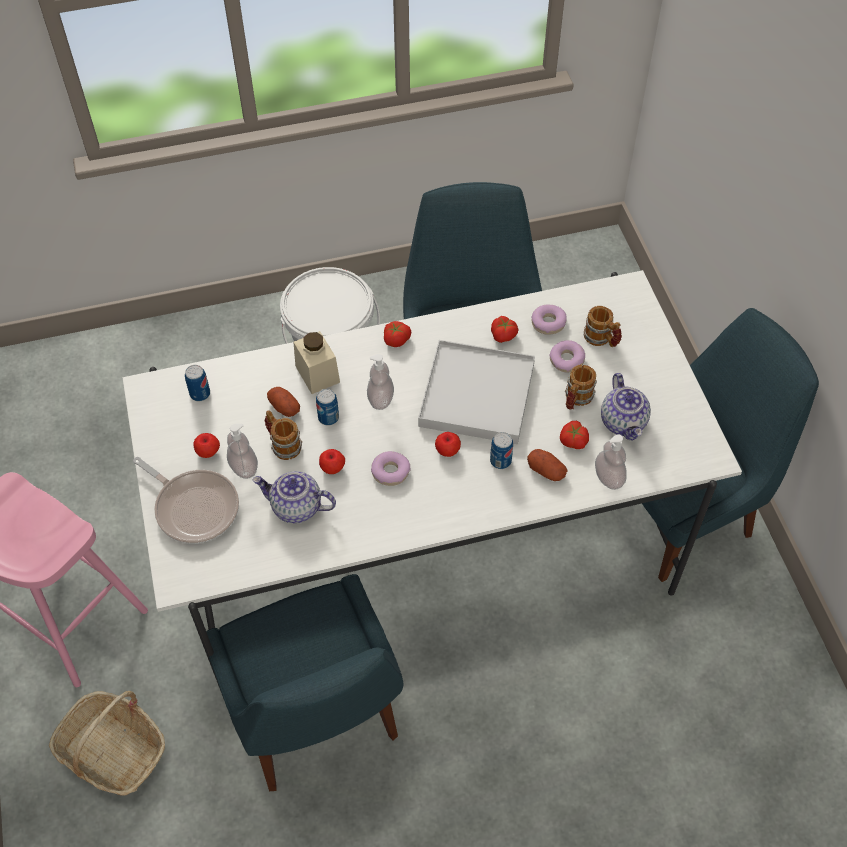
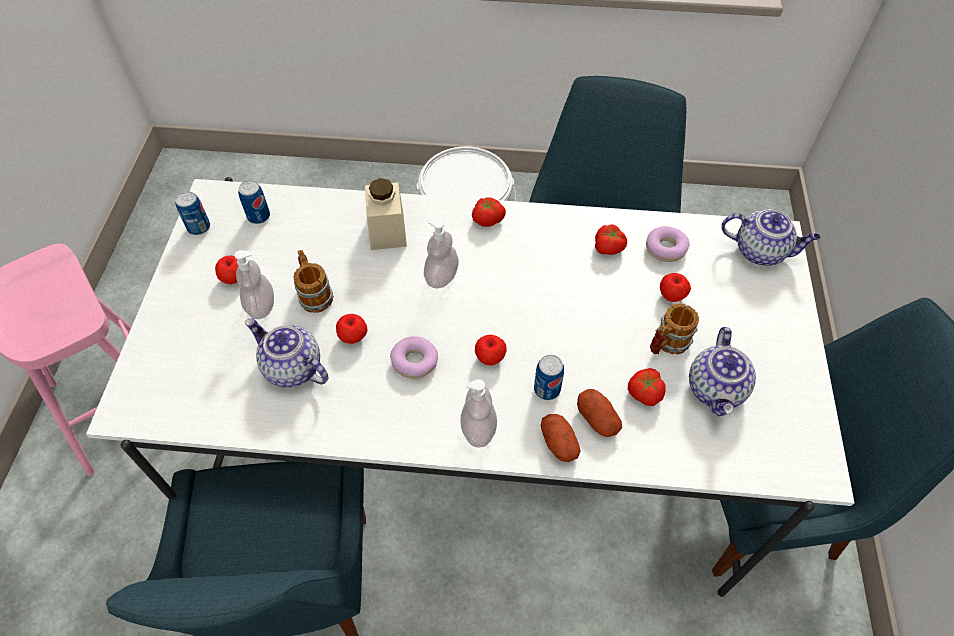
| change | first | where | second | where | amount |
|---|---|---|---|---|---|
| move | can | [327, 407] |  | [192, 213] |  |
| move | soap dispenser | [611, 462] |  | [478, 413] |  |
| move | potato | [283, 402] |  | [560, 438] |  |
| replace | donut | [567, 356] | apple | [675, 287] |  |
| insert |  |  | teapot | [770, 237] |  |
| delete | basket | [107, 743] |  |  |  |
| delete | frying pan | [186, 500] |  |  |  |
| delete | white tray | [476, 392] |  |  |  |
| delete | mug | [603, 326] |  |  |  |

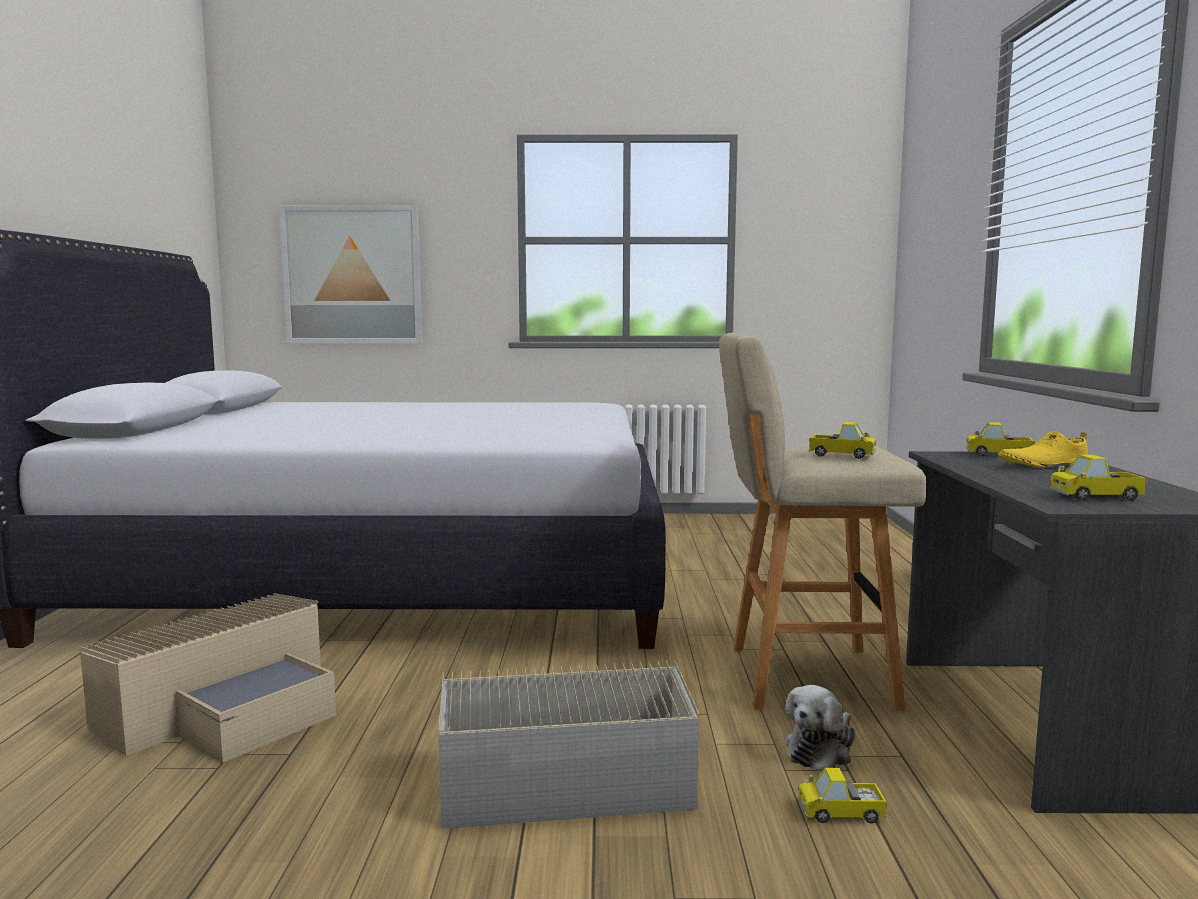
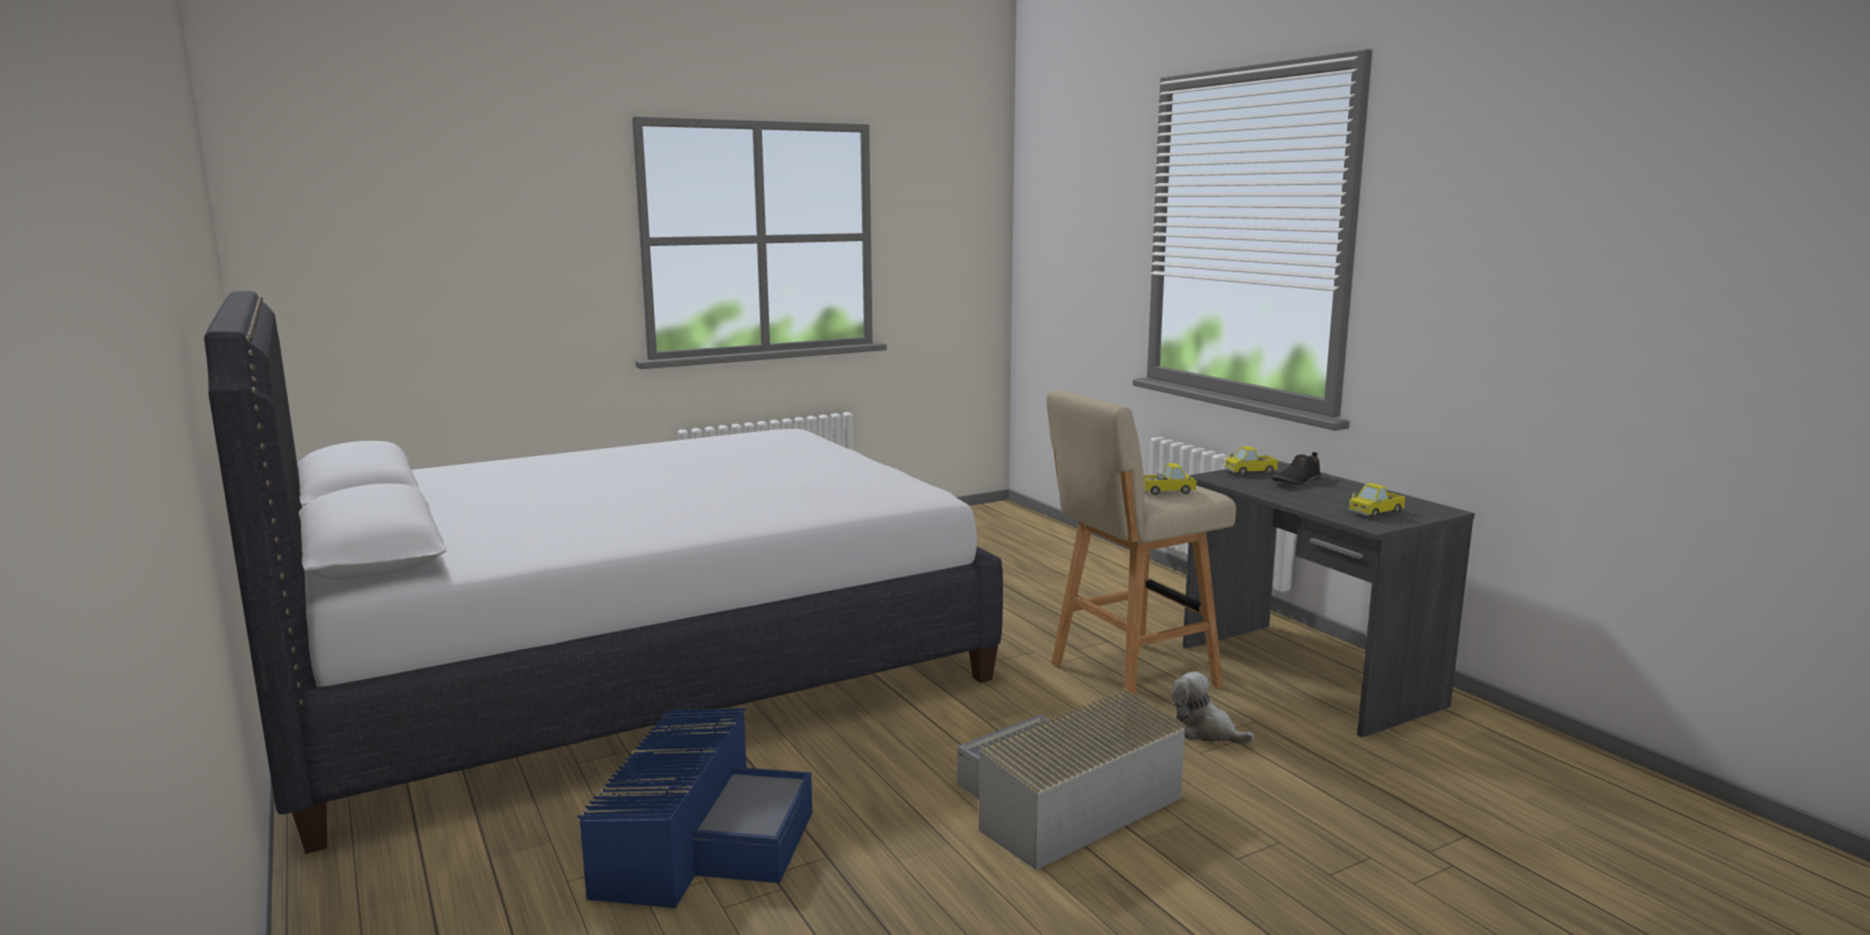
| change | first | where | second | where | amount |
|---|---|---|---|---|---|
| recolor | beige storage box | [207, 678] | blue storage box | [694, 808] |  |
| rotate | plush toy | [820, 728] |  | [1213, 708] | 120 degrees clockwise |
| recolor | yellow shoe | [1043, 449] | black shoe | [1296, 468] |  |
| delete | picture | [350, 274] |  |  |  |
| delete | toy truck | [843, 796] |  |  |  |

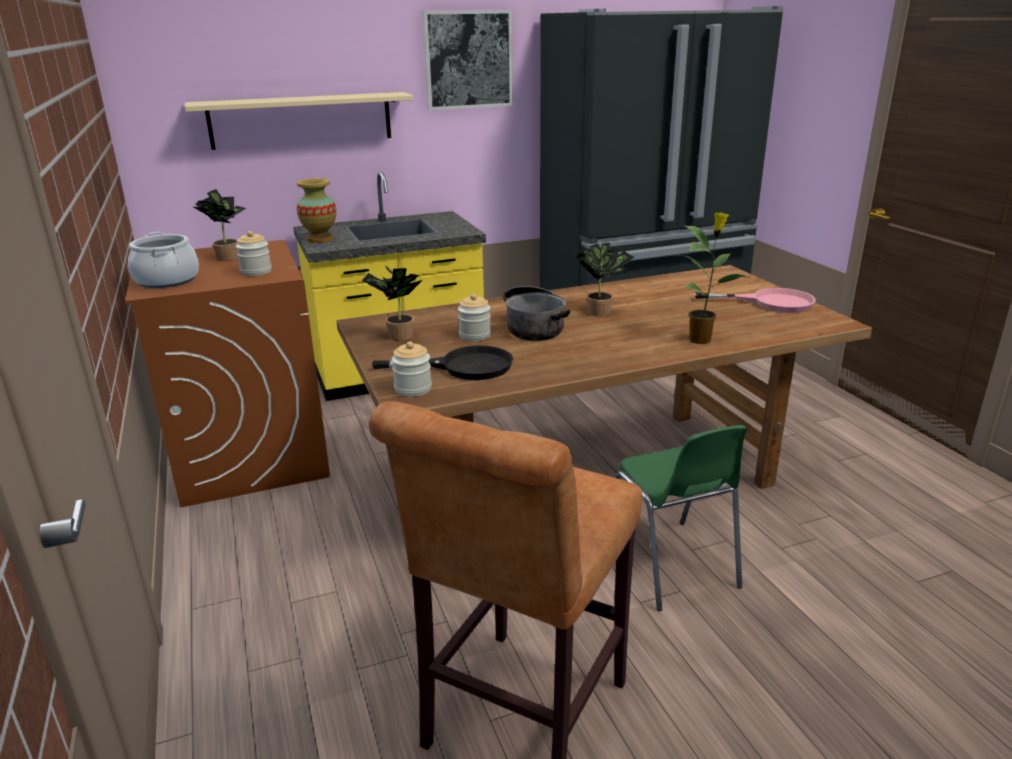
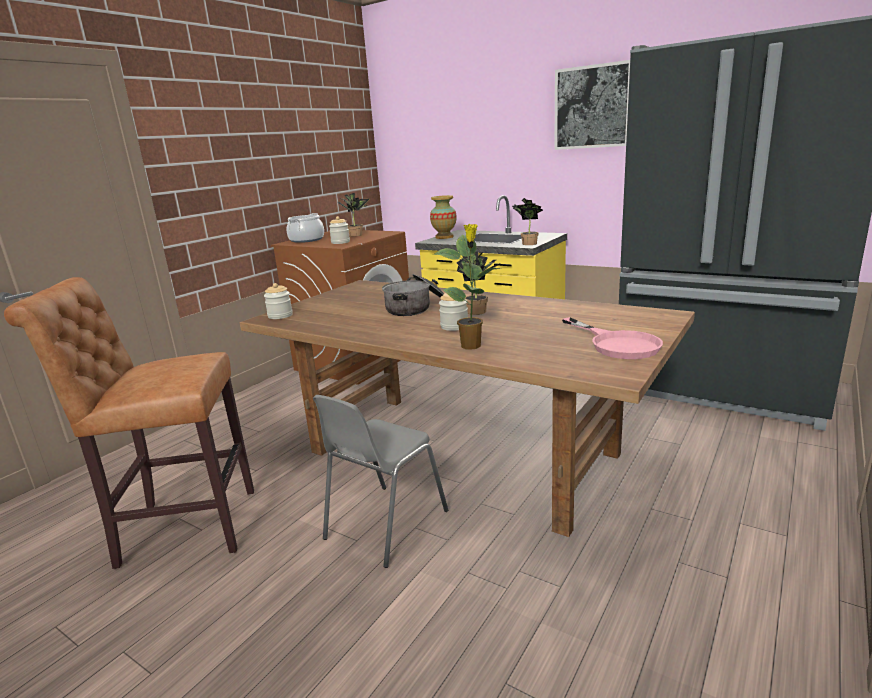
| change | first | where | second | where | amount |
|---|---|---|---|---|---|
| recolor | green chair | [681, 518] | grey chair | [380, 481] |  |
| move | jar | [474, 317] |  | [453, 312] |  |
| move | potted plant | [392, 302] |  | [527, 221] |  |
| delete | beige shelf | [299, 121] |  |  |  |
| delete | black frying pan | [442, 362] |  |  |  |

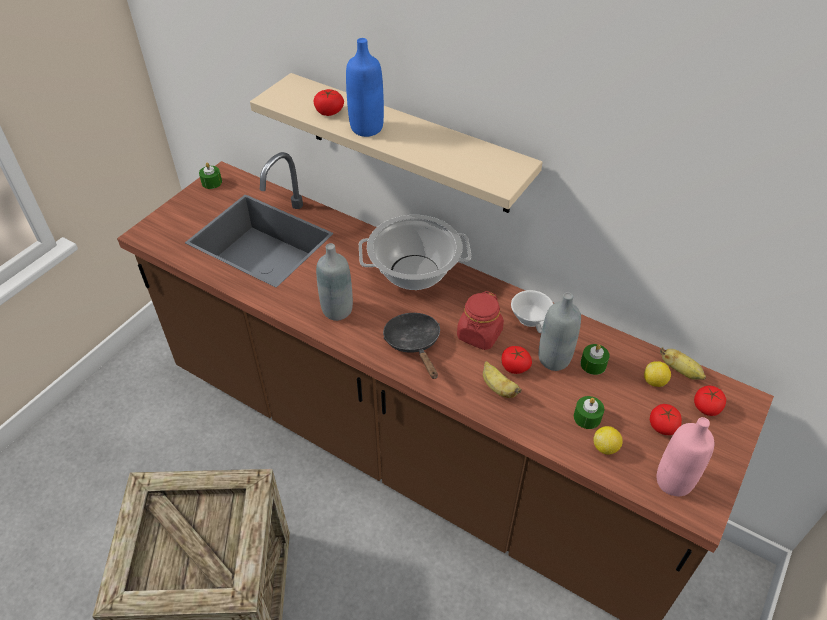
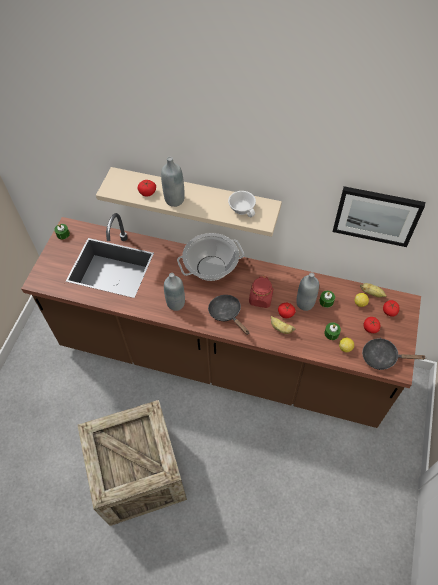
| change | first | where | second | where | amount |
|---|---|---|---|---|---|
| recolor | blue bottle | [365, 87] | grey bottle | [173, 182] |  |
| move | white cup | [532, 311] |  | [242, 204] |  |
| insert |  |  | picture | [379, 216] |  |
| replace | pink bottle | [685, 456] | black frying pan | [394, 354] |  |

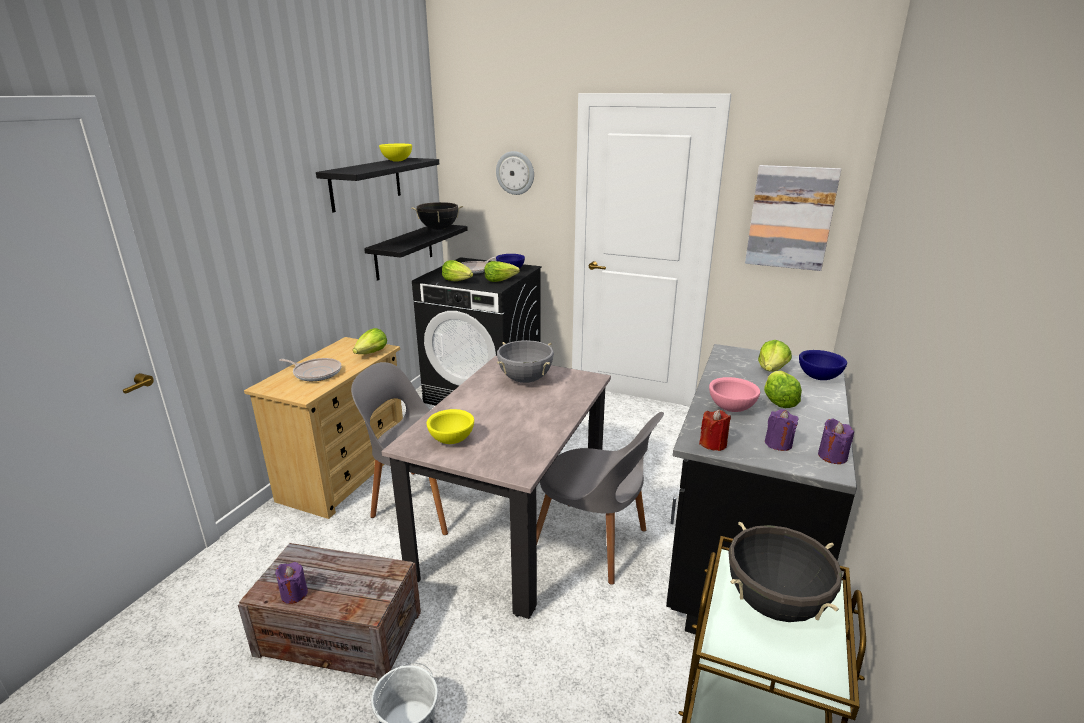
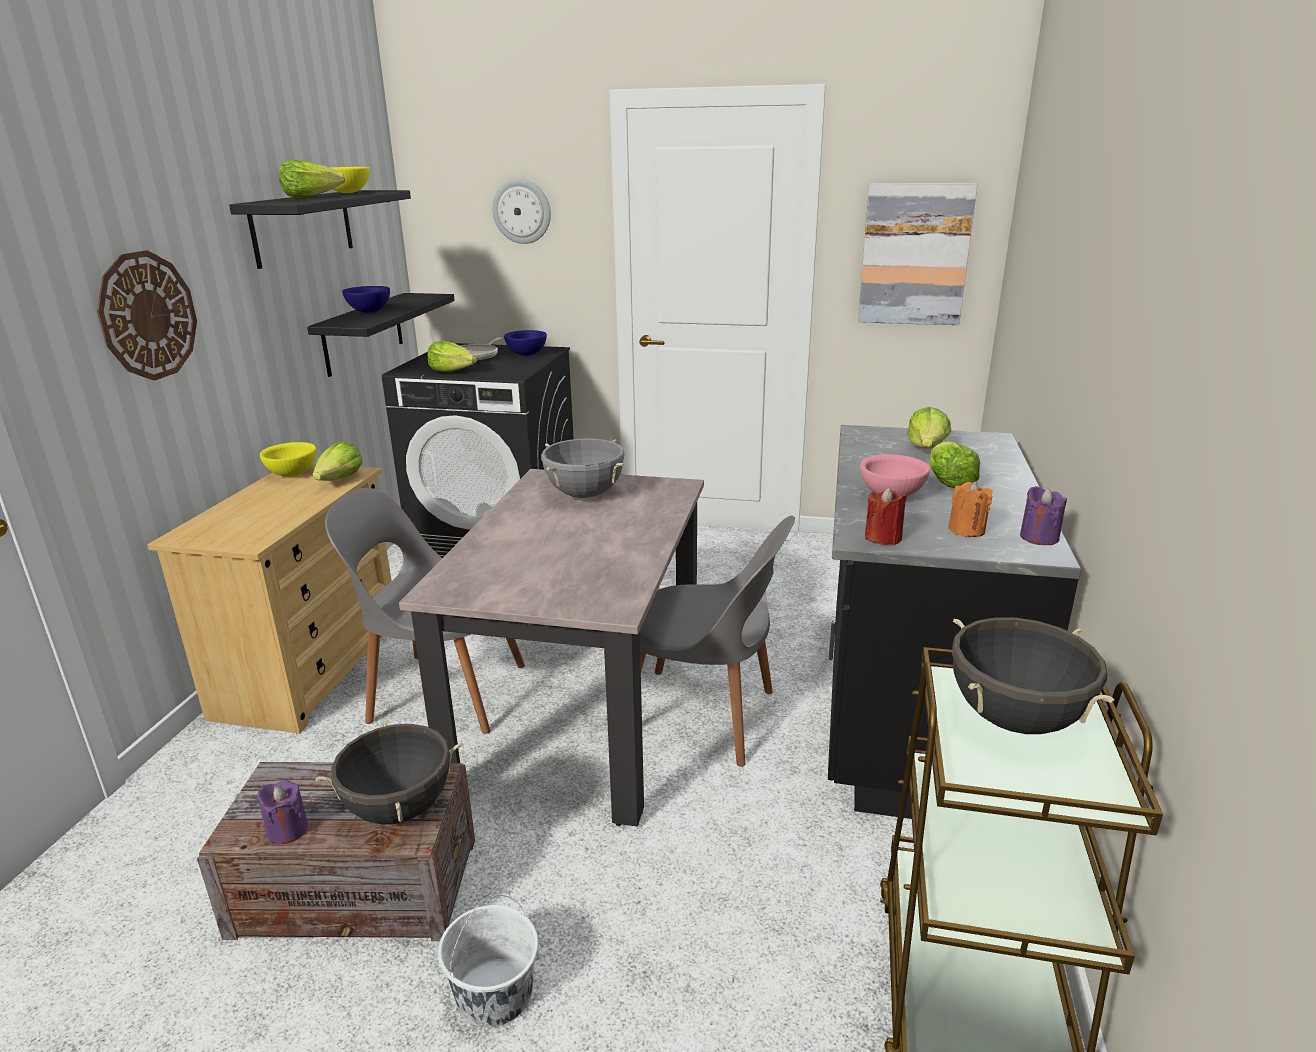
| change | first | where | second | where | amount |
|---|---|---|---|---|---|
| insert |  |  | wall clock | [147, 315] |  |
| move | yellow bowl | [450, 426] |  | [288, 459] |  |
| move | lettuce | [502, 271] |  | [312, 179] |  |
| move | black cooking pot | [437, 216] |  | [389, 772] |  |
| move | blue bowl | [823, 365] |  | [366, 299] |  |
| recolor | purple candle | [782, 430] | orange candle | [970, 509] |  |
| delete | frying pan | [310, 369] |  |  |  |

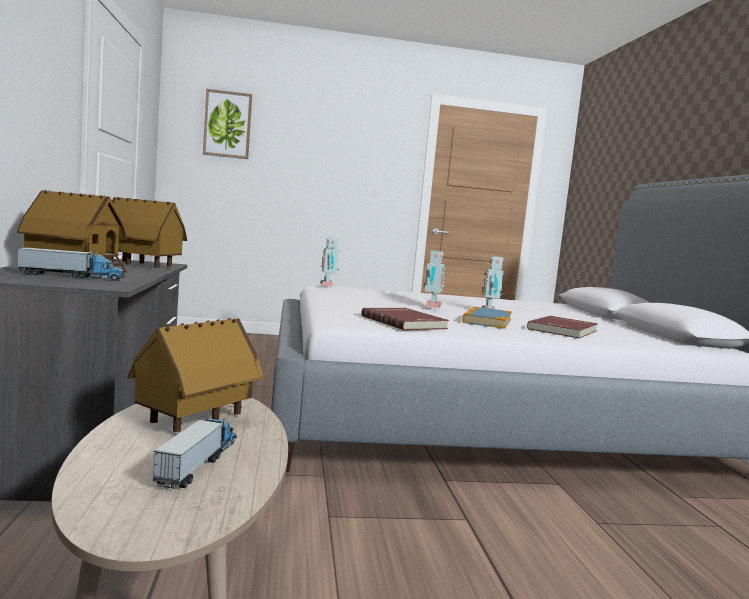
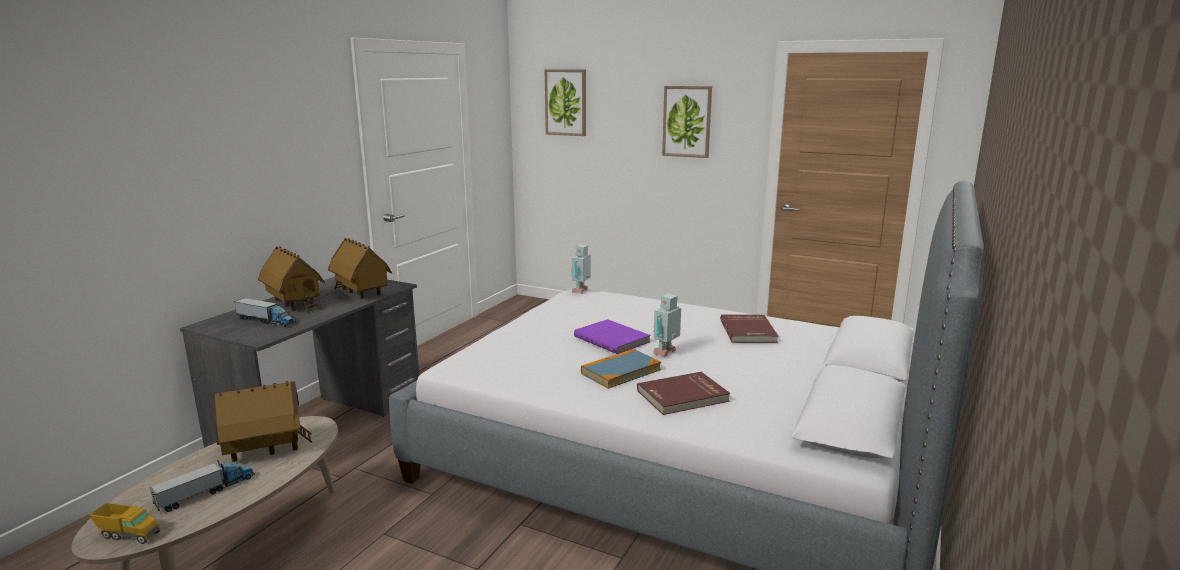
| change | first | where | second | where | amount |
|---|---|---|---|---|---|
| insert |  |  | toy truck | [125, 523] |  |
| replace | toy robot | [434, 279] | purple book | [612, 336] |  |
| insert |  |  | picture | [687, 122] |  |
| move | red book | [405, 319] |  | [749, 328] |  |

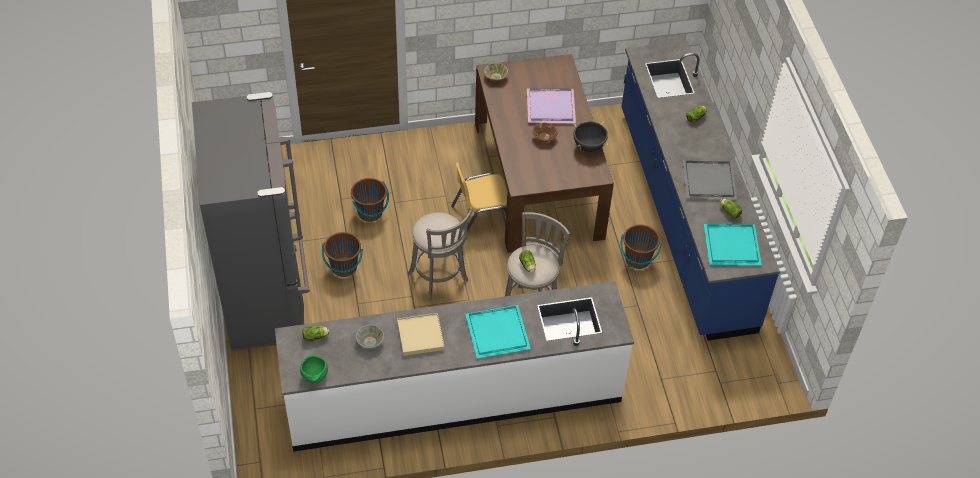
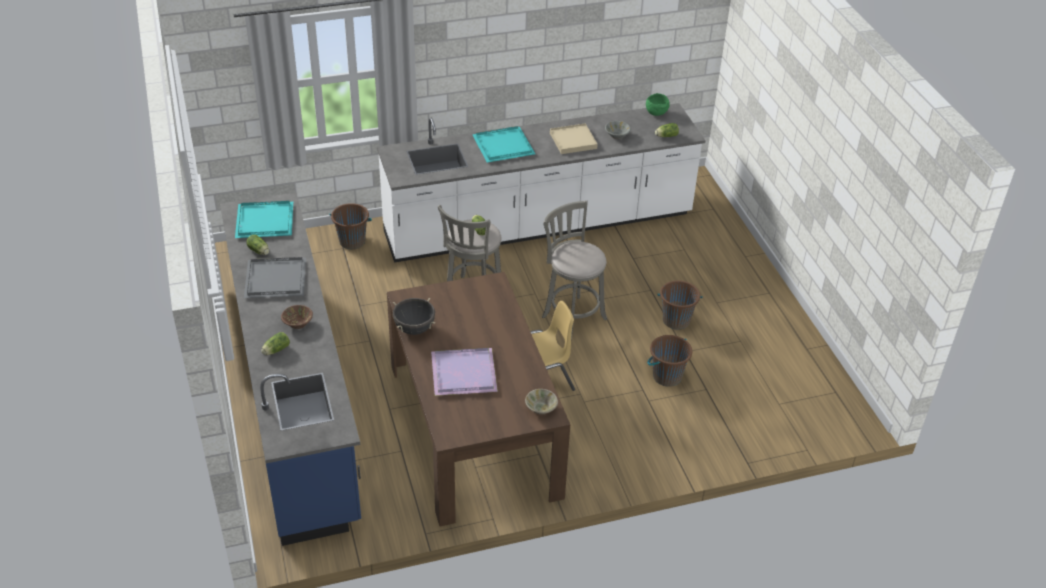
| change | first | where | second | where | amount |
|---|---|---|---|---|---|
| move | brown bowl | [545, 132] |  | [297, 317] |  |
| move | brown bucket | [641, 247] |  | [350, 226] |  |
| delete | grey fridge | [251, 221] |  |  |  |

